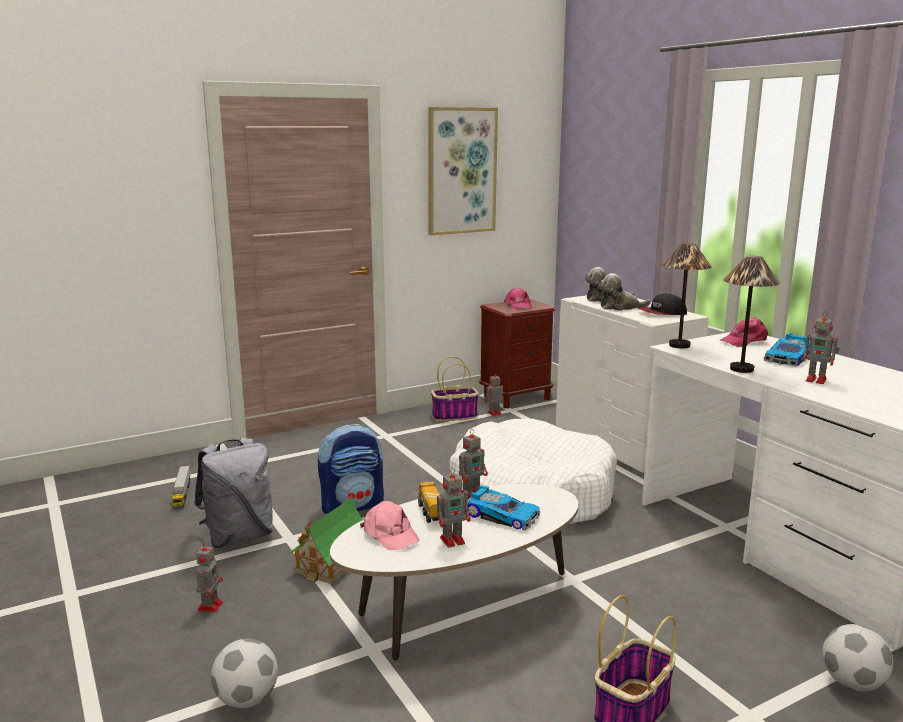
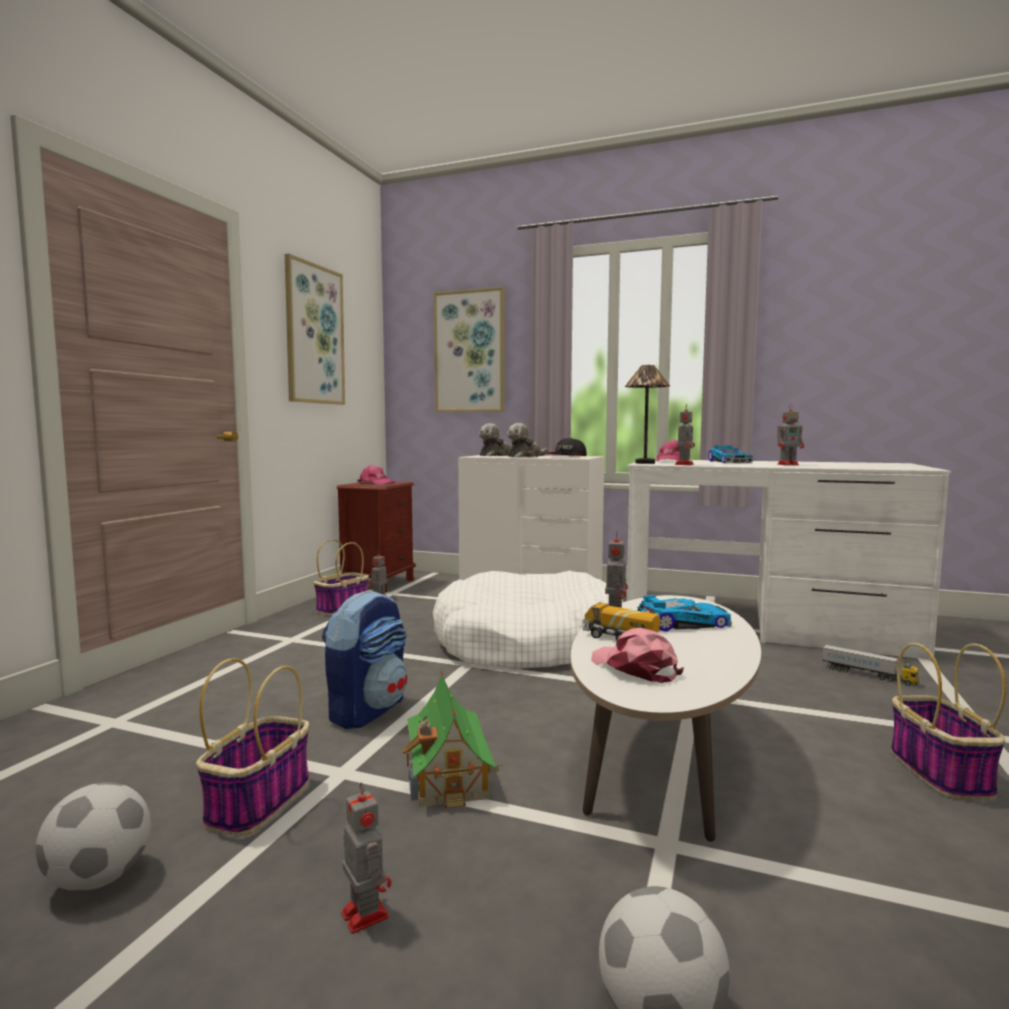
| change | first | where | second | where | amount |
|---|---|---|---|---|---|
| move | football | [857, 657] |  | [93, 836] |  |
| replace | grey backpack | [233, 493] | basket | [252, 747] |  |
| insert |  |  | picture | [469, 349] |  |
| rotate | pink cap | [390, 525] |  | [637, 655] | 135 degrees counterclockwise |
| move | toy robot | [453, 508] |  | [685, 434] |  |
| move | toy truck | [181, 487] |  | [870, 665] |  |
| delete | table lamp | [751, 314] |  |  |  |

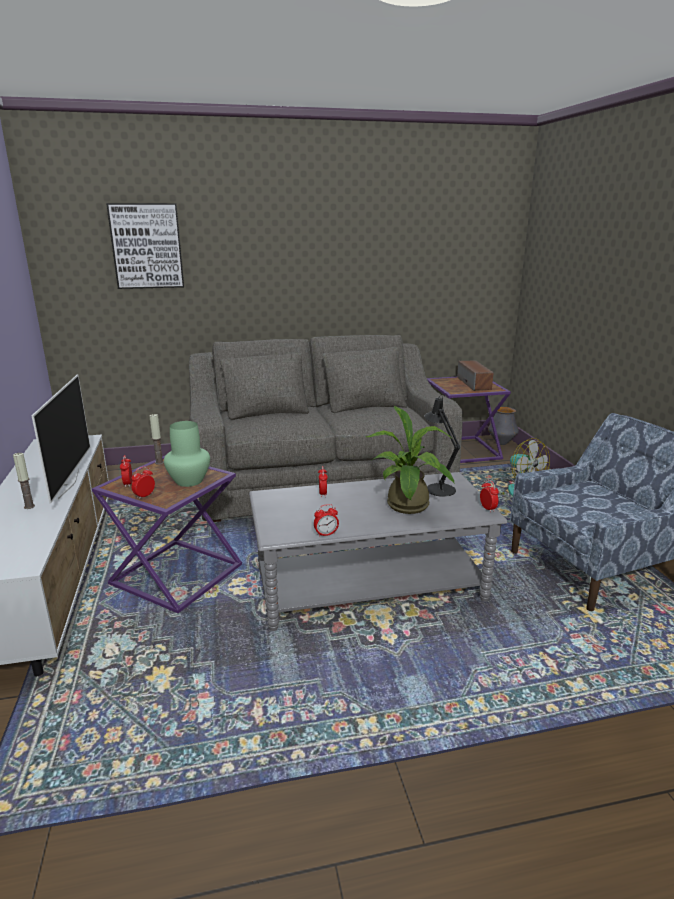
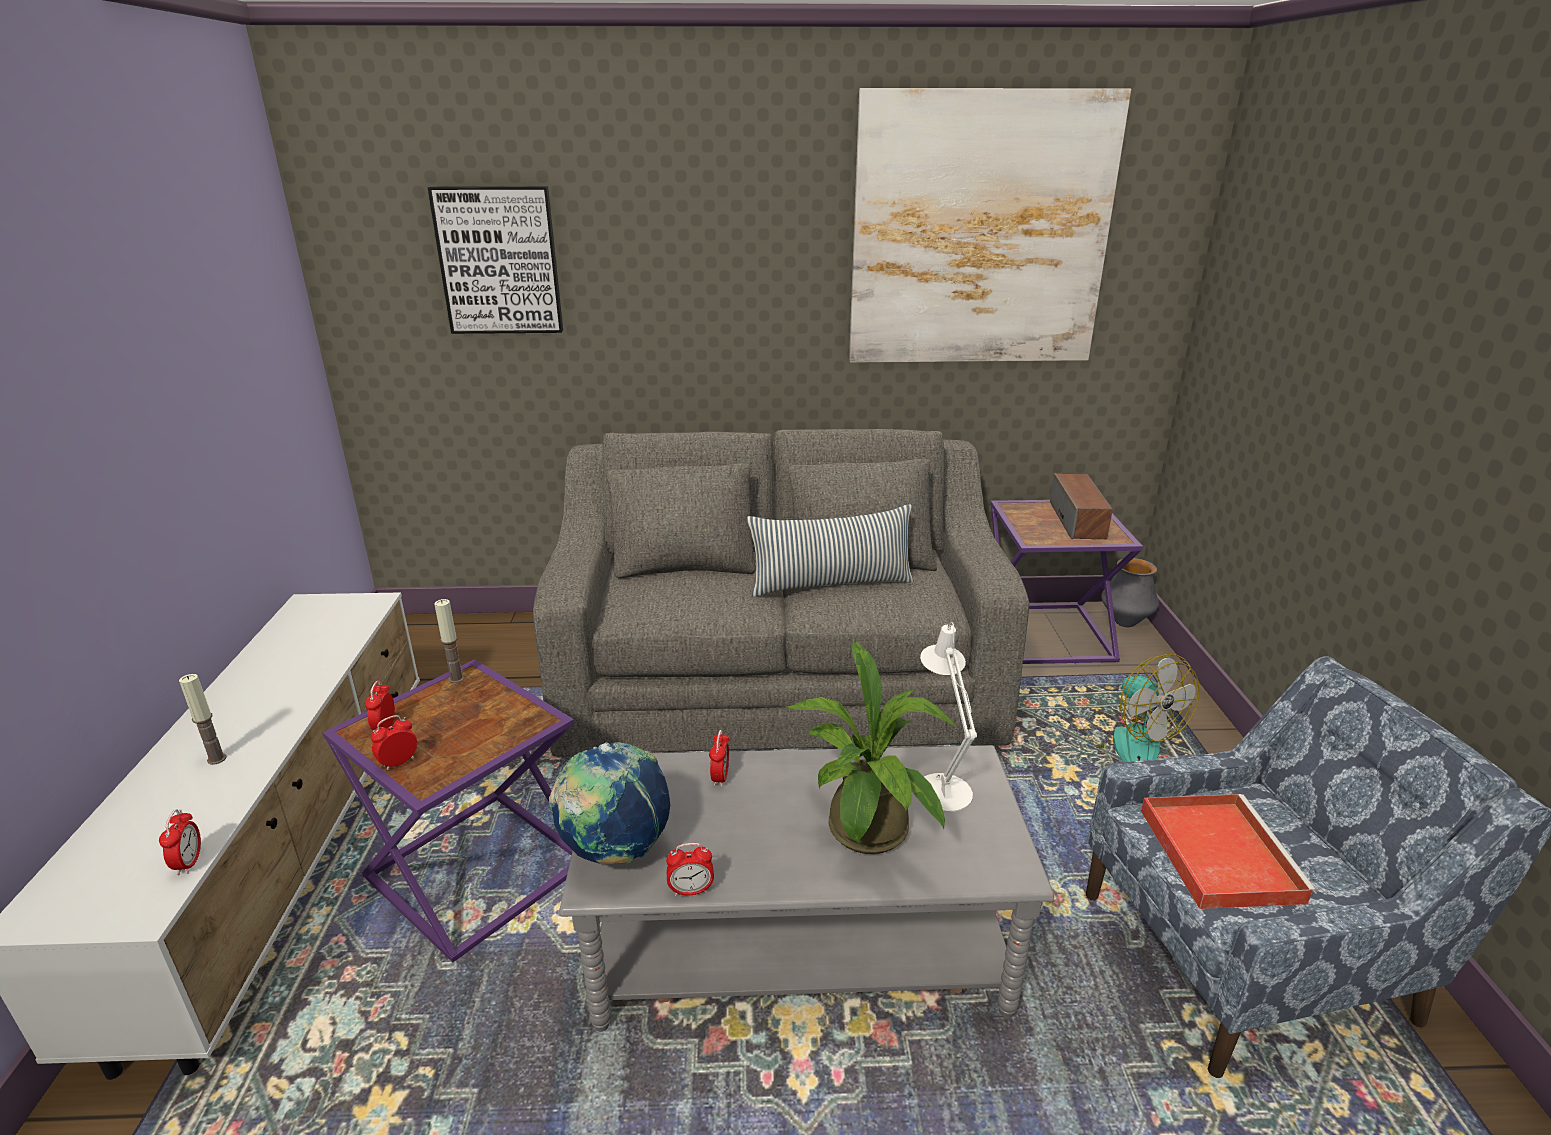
| change | first | where | second | where | amount |
|---|---|---|---|---|---|
| move | alarm clock | [489, 496] |  | [180, 842] |  |
| insert |  |  | globe | [609, 803] |  |
| insert |  |  | pillow | [830, 551] |  |
| insert |  |  | picture | [990, 225] |  |
| recolor | black table lamp | [443, 445] | white table lamp | [948, 717] |  |
| insert |  |  | red tray | [1229, 851] |  |
| delete | television | [61, 439] |  |  |  |
| delete | green vase | [187, 454] |  |  |  |

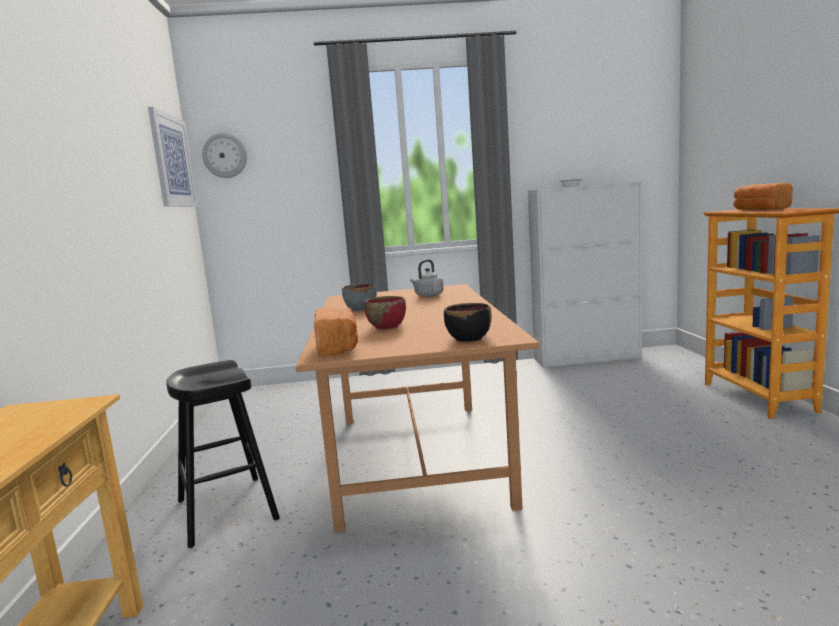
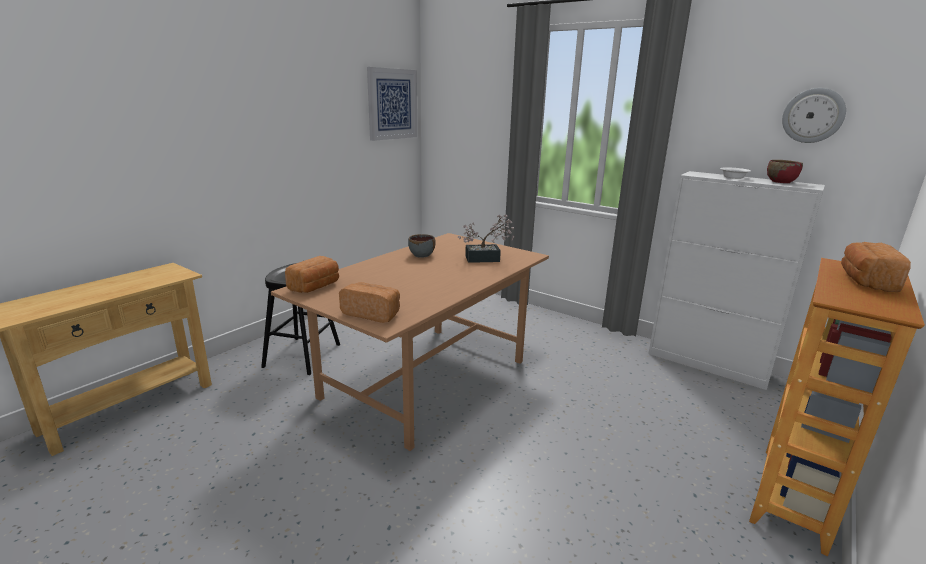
| change | first | where | second | where | amount |
|---|---|---|---|---|---|
| replace | black bowl | [468, 322] | bread | [369, 302] |  |
| replace | grey kettle | [427, 278] | potted plant | [486, 239] |  |
| move | red bowl | [385, 312] |  | [785, 171] |  |
| move | wall clock | [224, 155] |  | [814, 115] |  |

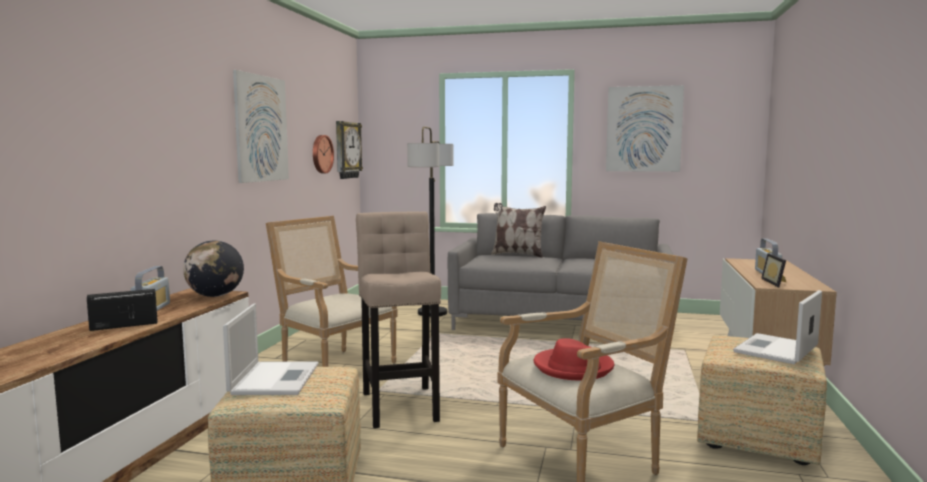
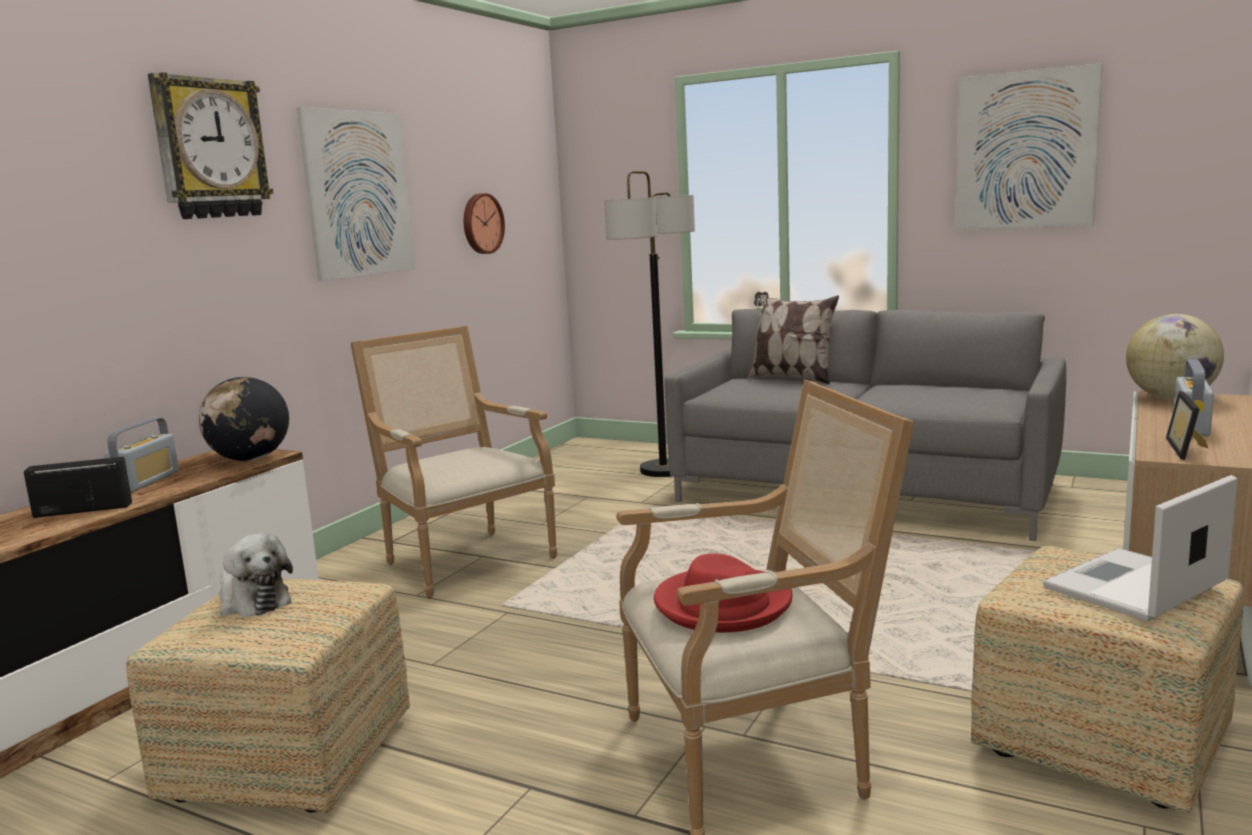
| change | first | where | second | where | amount |
|---|---|---|---|---|---|
| move | wall clock | [349, 150] |  | [210, 145] |  |
| replace | laptop | [271, 349] | plush toy | [256, 575] |  |
| insert |  |  | globe | [1175, 356] |  |
| delete | beige stool | [398, 320] |  |  |  |

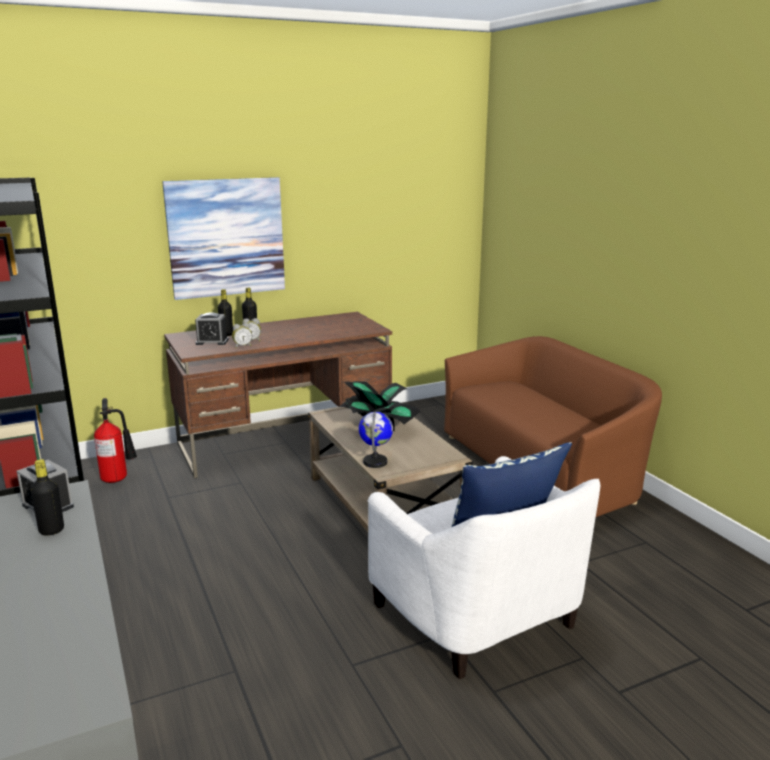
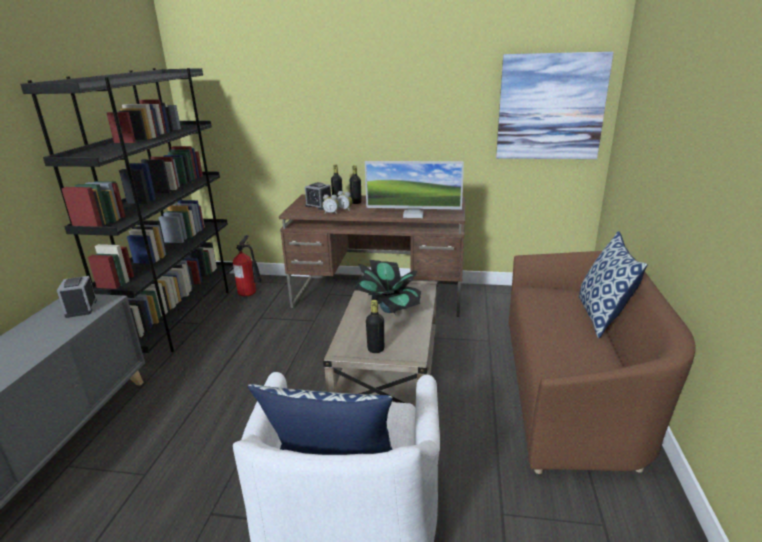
| change | first | where | second | where | amount |
|---|---|---|---|---|---|
| insert |  |  | monitor | [414, 189] |  |
| move | black bottle | [47, 497] |  | [375, 326] |  |
| move | picture | [223, 238] |  | [555, 105] |  |
| insert |  |  | pillow | [613, 284] |  |
| delete | globe | [376, 439] |  |  |  |

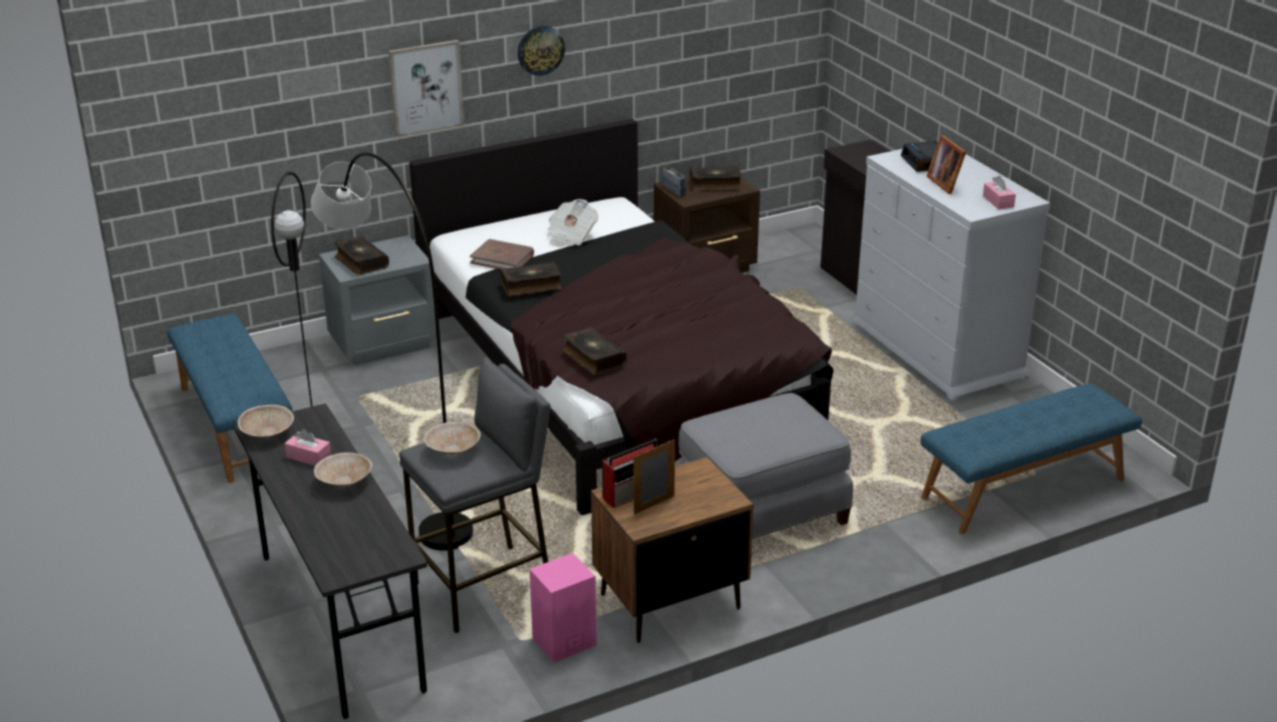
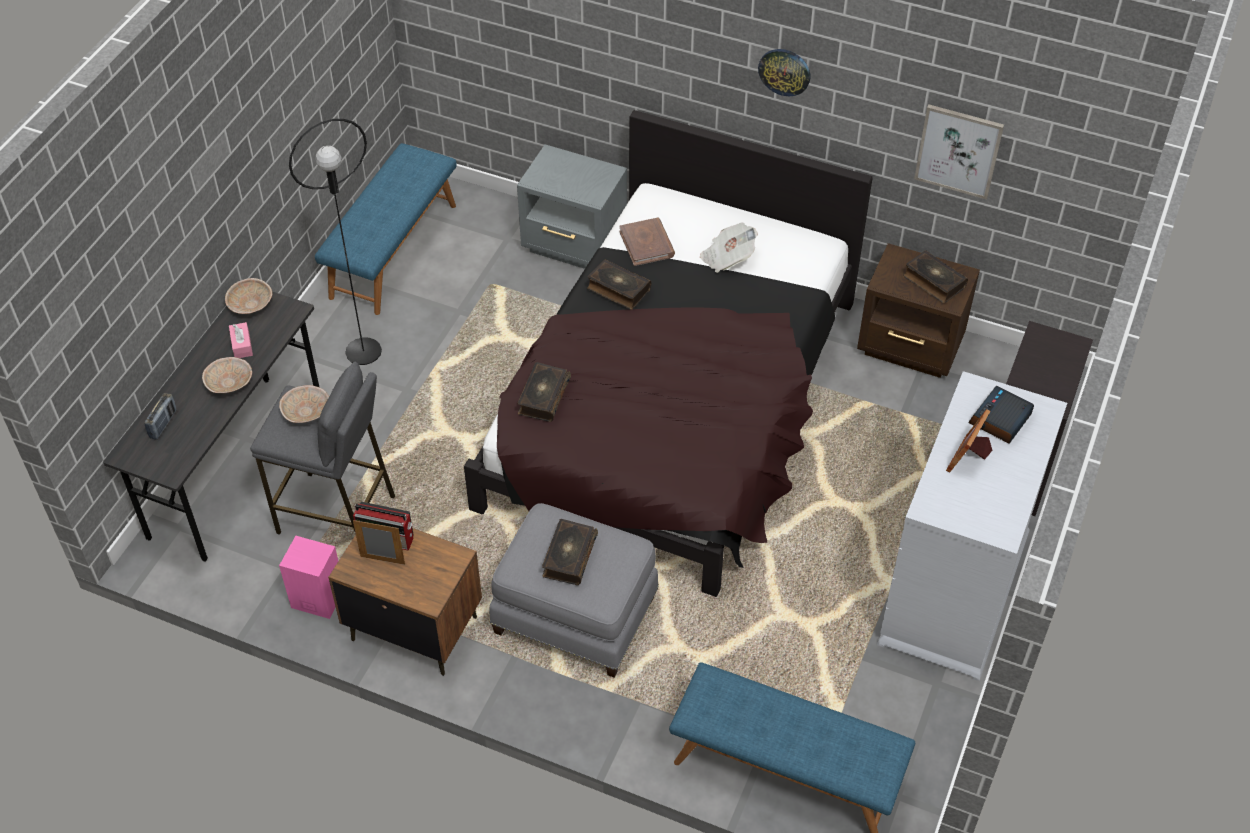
| change | first | where | second | where | amount |
|---|---|---|---|---|---|
| move | radio | [674, 181] |  | [160, 416] |  |
| move | book | [361, 255] |  | [570, 552] |  |
| move | picture | [426, 89] |  | [959, 152] |  |
| delete | grey floor lamp | [392, 351] |  |  |  |
| delete | pink tissue box | [999, 192] |  |  |  |

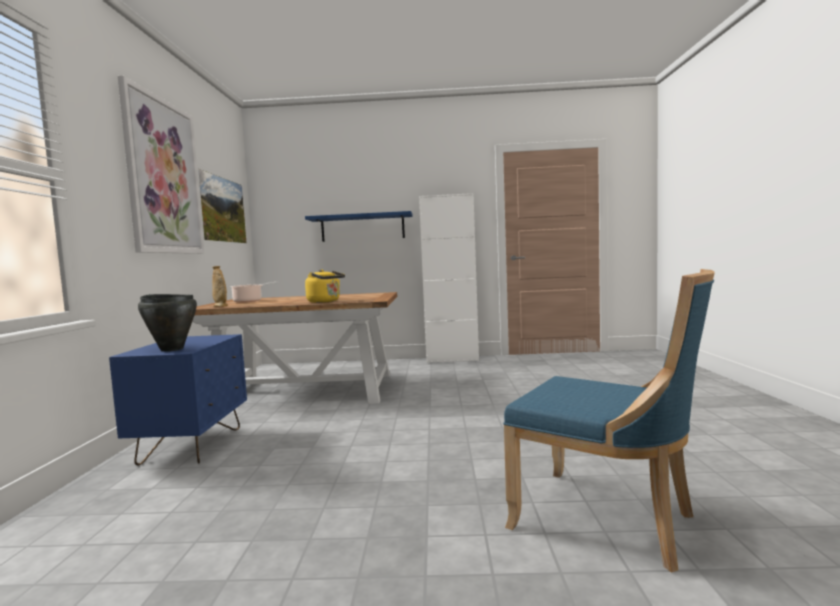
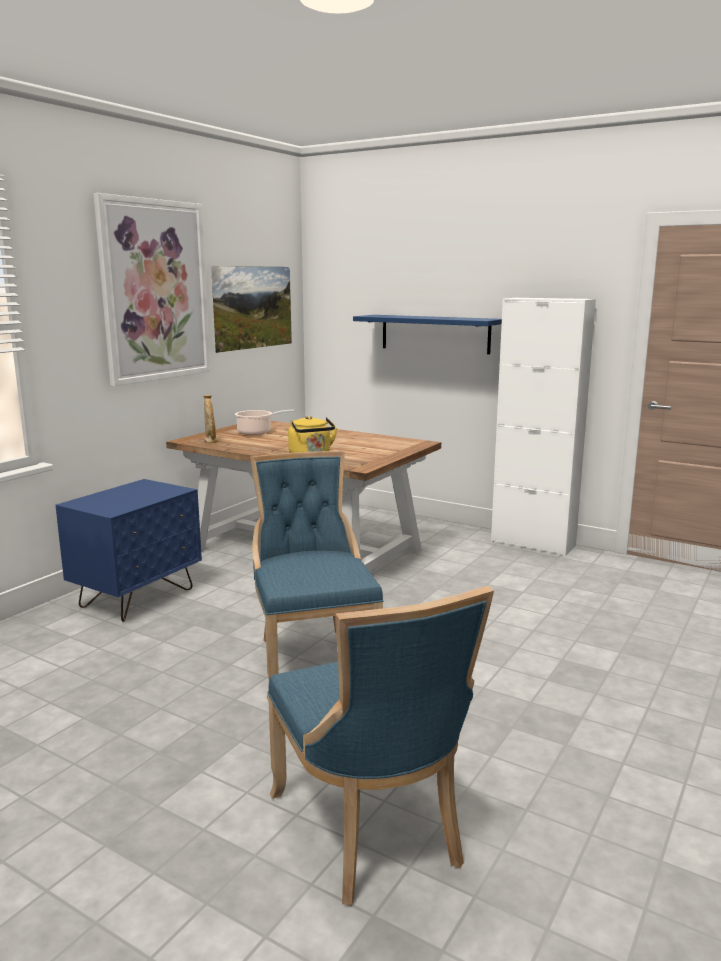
| change | first | where | second | where | amount |
|---|---|---|---|---|---|
| insert |  |  | blue chair | [316, 576] |  |
| delete | black cooking pot | [167, 323] |  |  |  |

